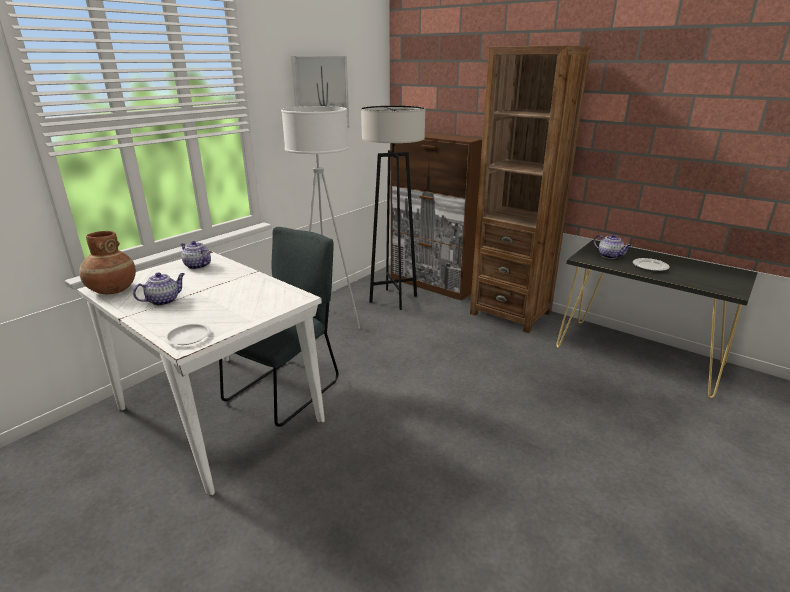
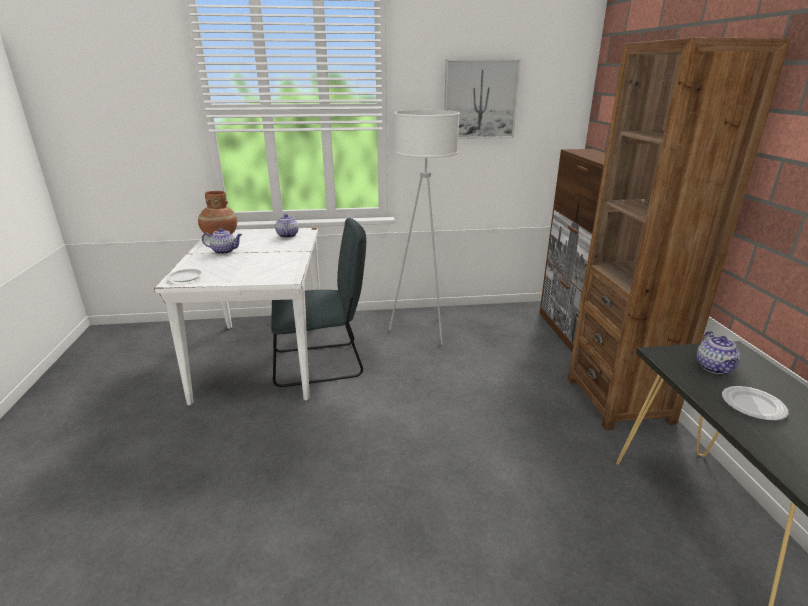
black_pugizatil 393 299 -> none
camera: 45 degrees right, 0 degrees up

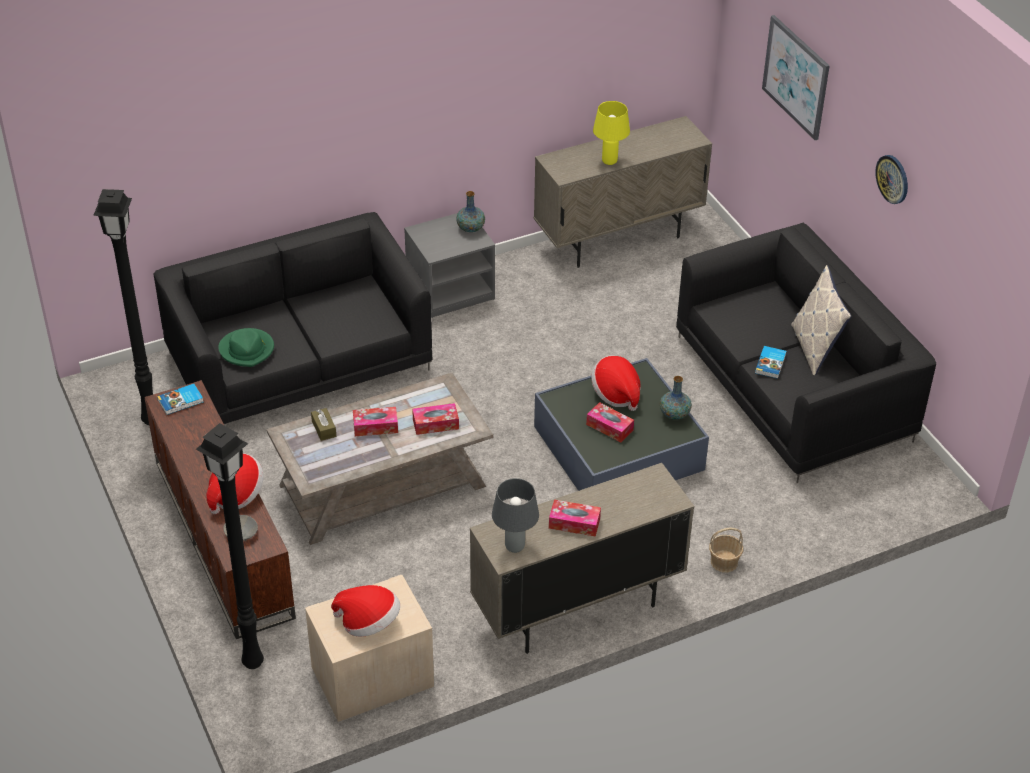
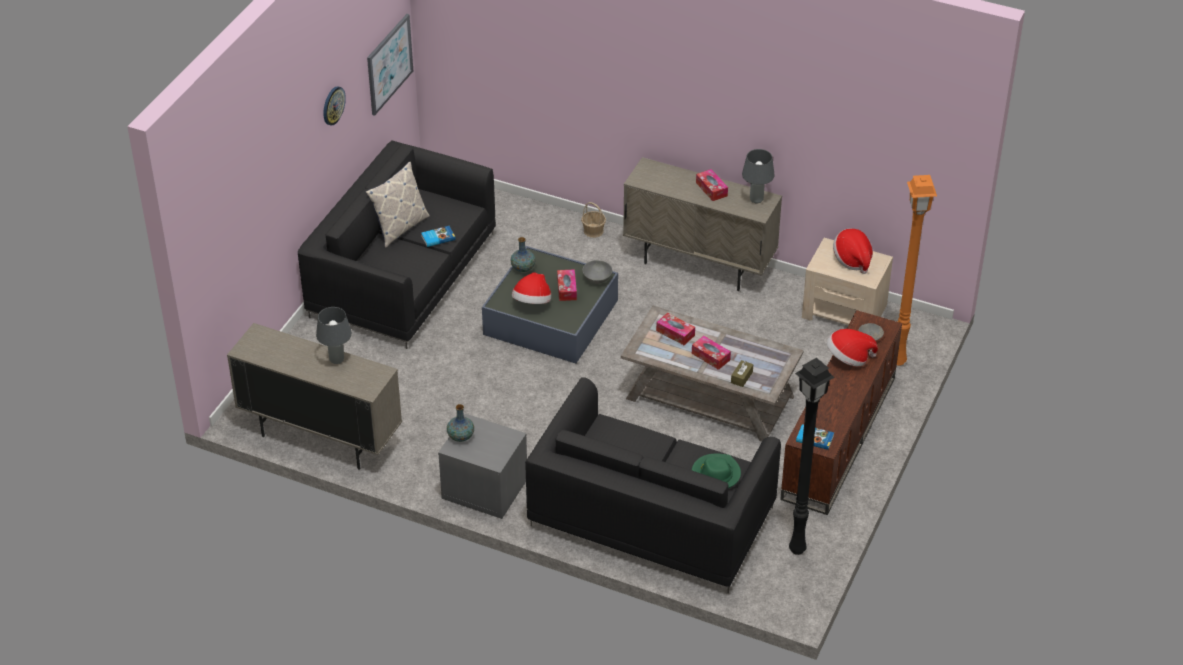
none -> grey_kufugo 597 279
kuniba 796 77 -> kuniba 389 64, move
black_pugizatil 251 662 -> orange_pugizatil 899 362
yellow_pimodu 610 161 -> grey_pimodu 336 360
camera: 130 degrees left, 0 degrees up

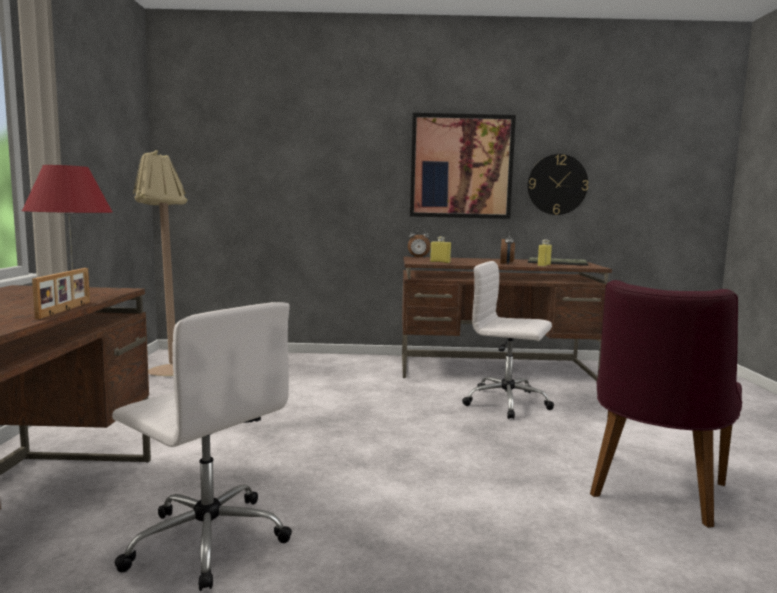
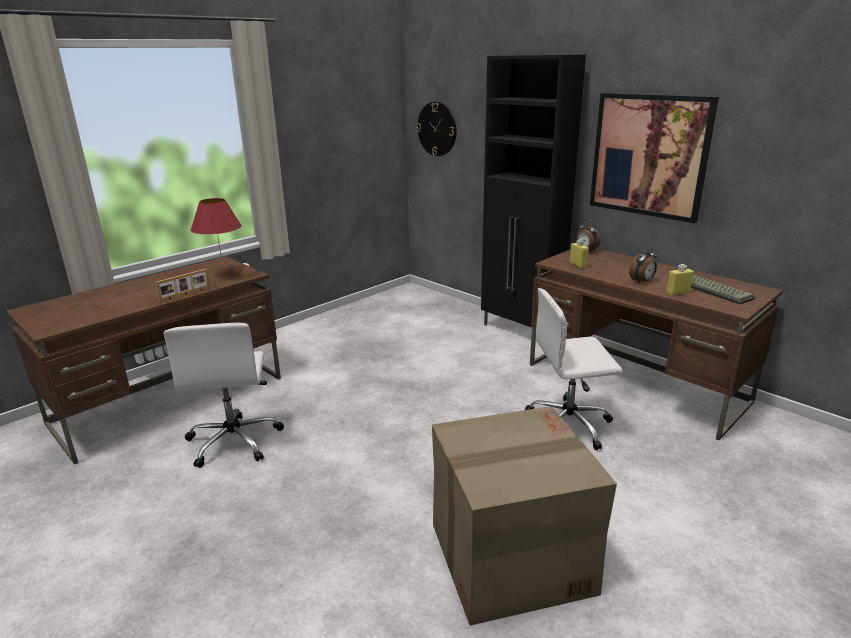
beige_pugizatil 169 368 -> none
none -> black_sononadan 520 331
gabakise 557 184 -> gabakise 437 129, move
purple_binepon 653 494 -> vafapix 509 557
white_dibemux 508 403 -> white_dibemux 570 424, 75 degrees counterclockwise
camera: 45 degrees right, 15 degrees up

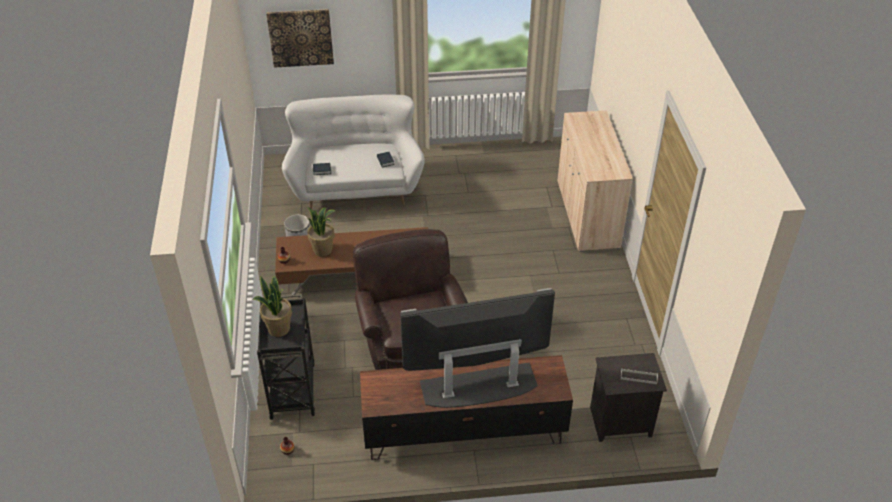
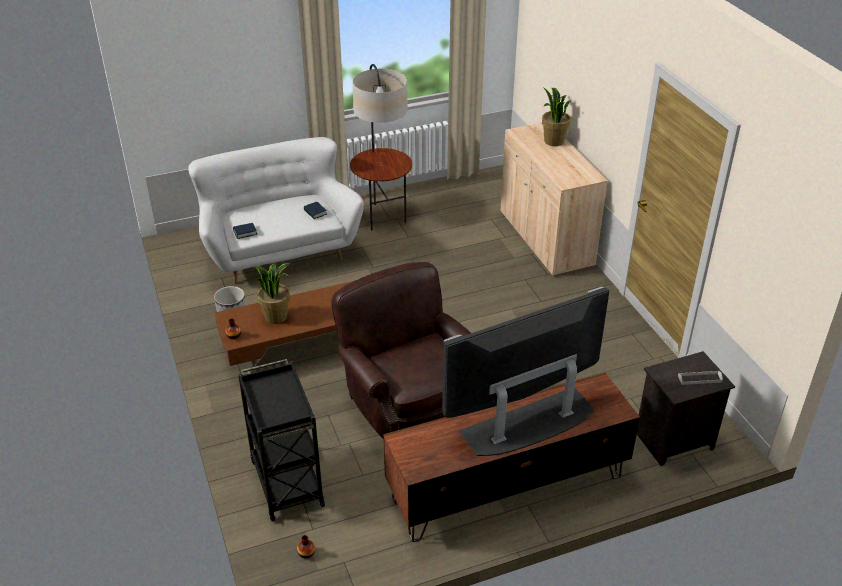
kuniba 300 37 -> none
none -> pugizatil 382 216
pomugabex 278 329 -> pomugabex 553 141, move
camera: 15 degrees left, 5 degrees down

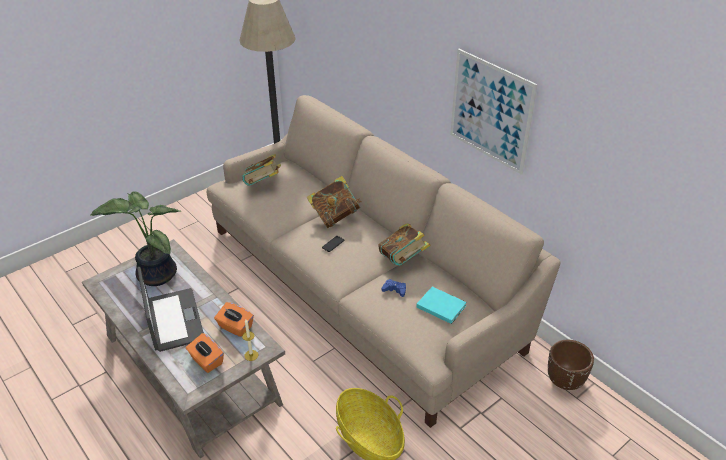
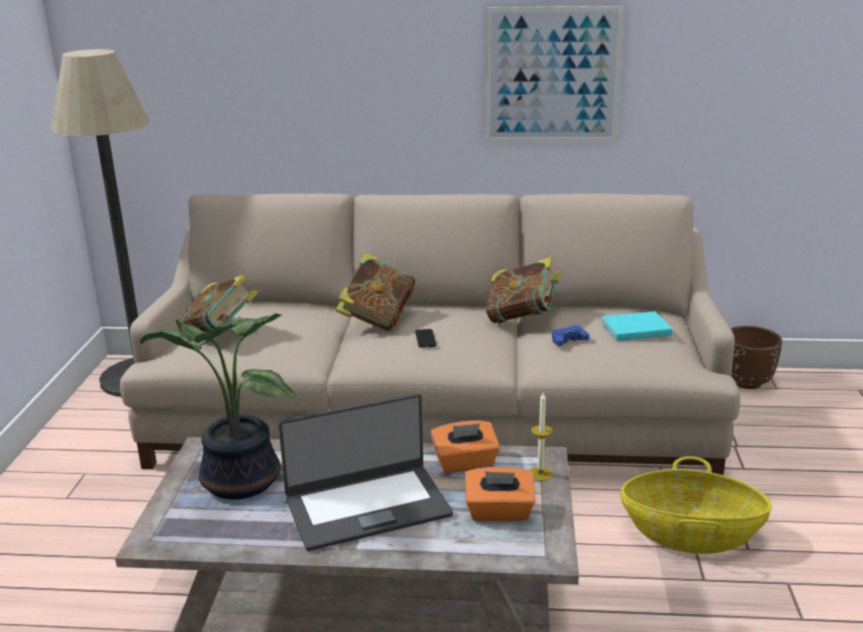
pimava 173 320 -> pimava 367 506, 135 degrees clockwise
camera: 45 degrees left, 15 degrees down

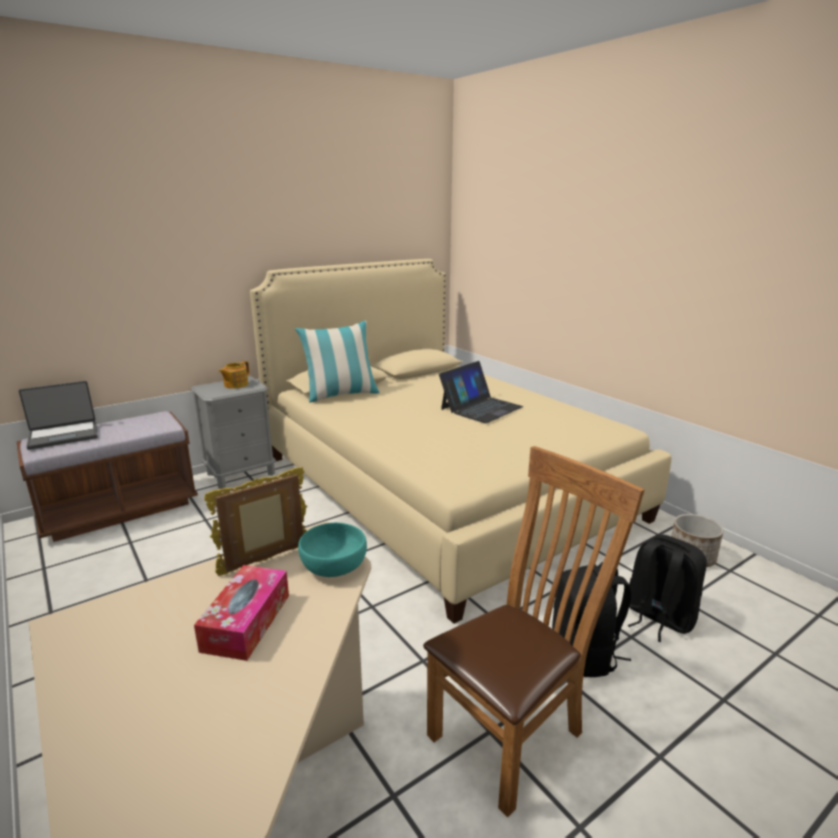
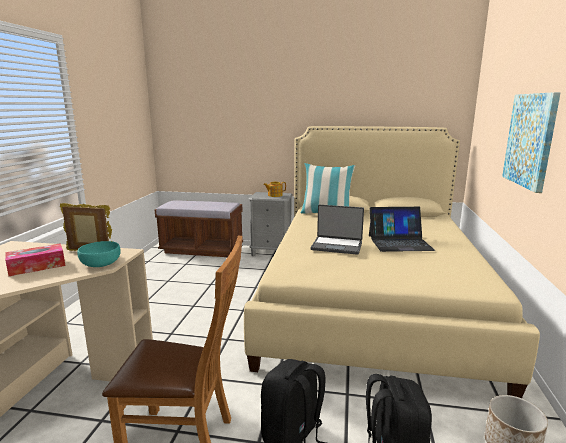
none -> kuniba 530 140
pimava 64 435 -> pimava 337 246, move
camera: 45 degrees right, 5 degrees down

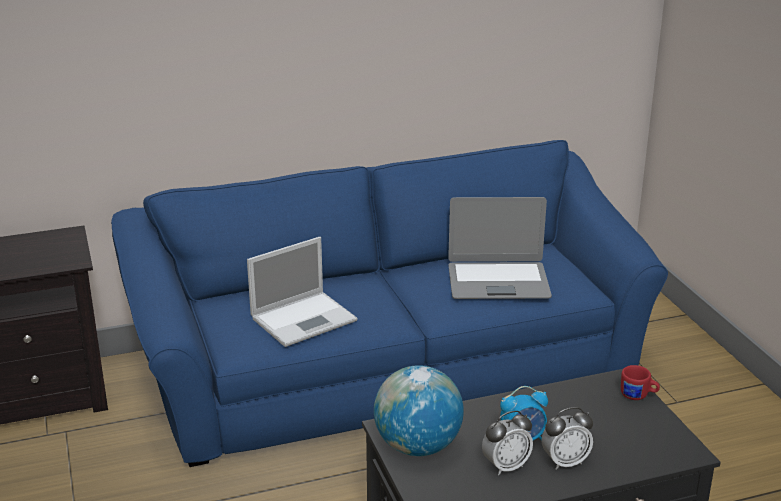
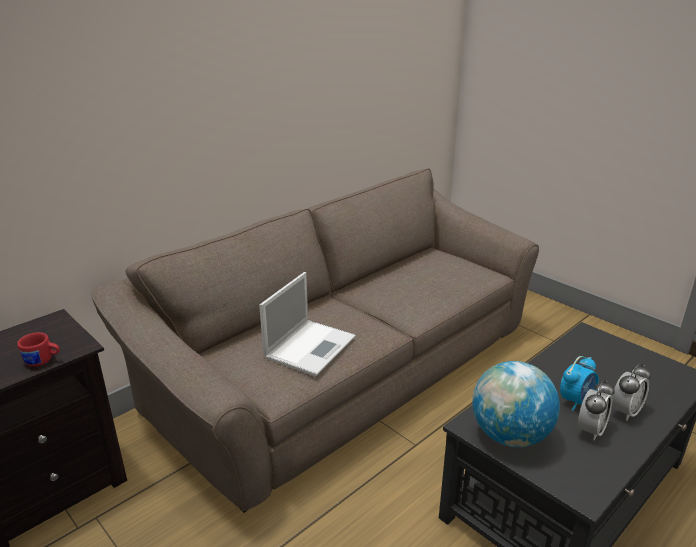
pimava 498 282 -> none
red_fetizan 638 396 -> red_fetizan 43 361, move
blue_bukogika 390 368 -> brown_bukogika 347 370
camera: 25 degrees left, 0 degrees up

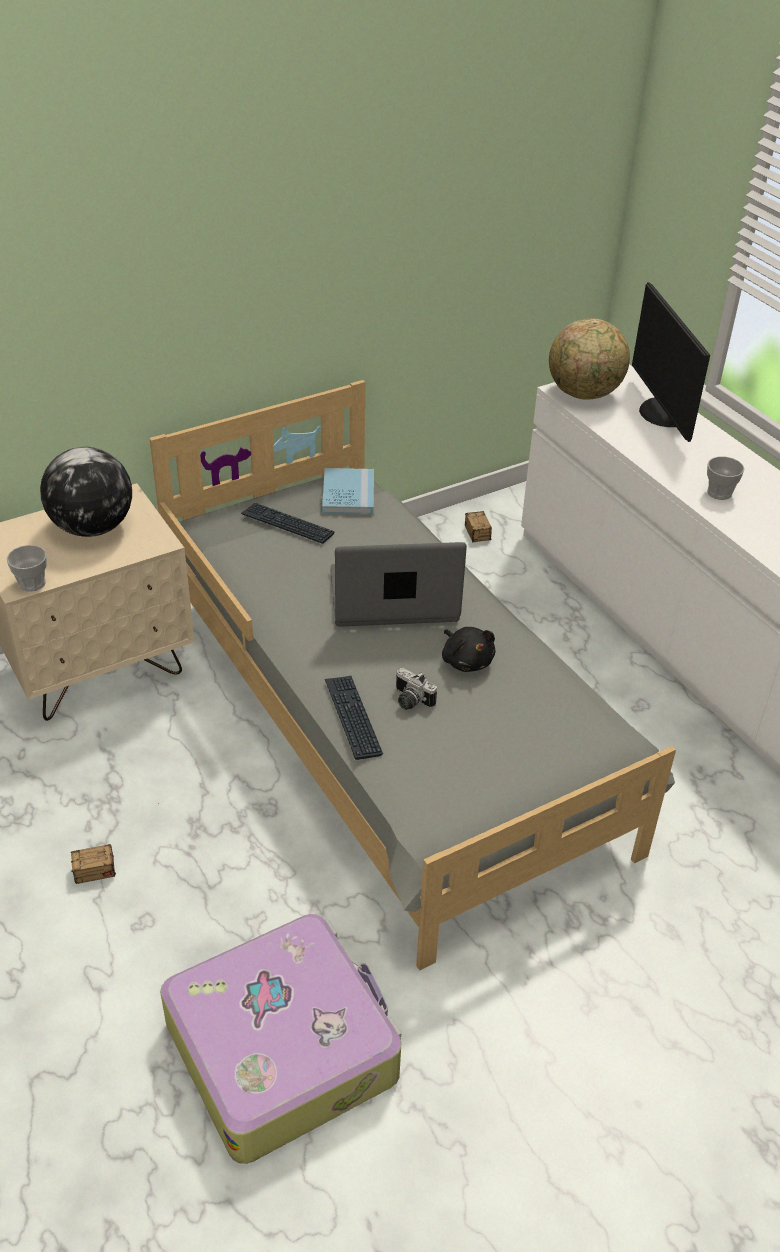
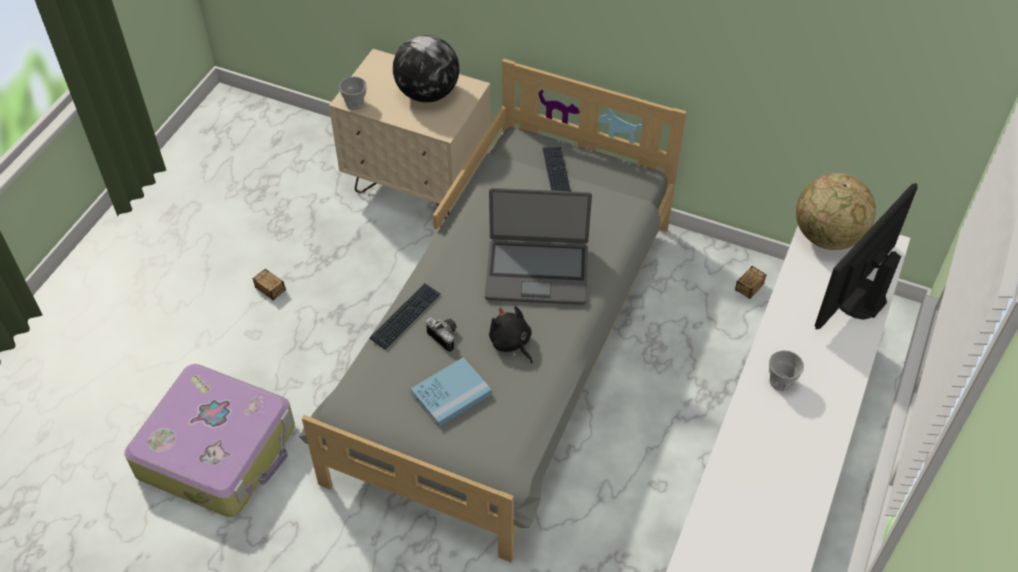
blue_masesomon 348 494 -> blue_masesomon 451 394, move
pimava 394 598 -> pimava 537 272, 135 degrees clockwise
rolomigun 410 701 -> rolomigun 445 336, 135 degrees clockwise
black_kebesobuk 466 660 -> black_kebesobuk 511 343, 120 degrees clockwise
camera: 55 degrees right, 10 degrees up

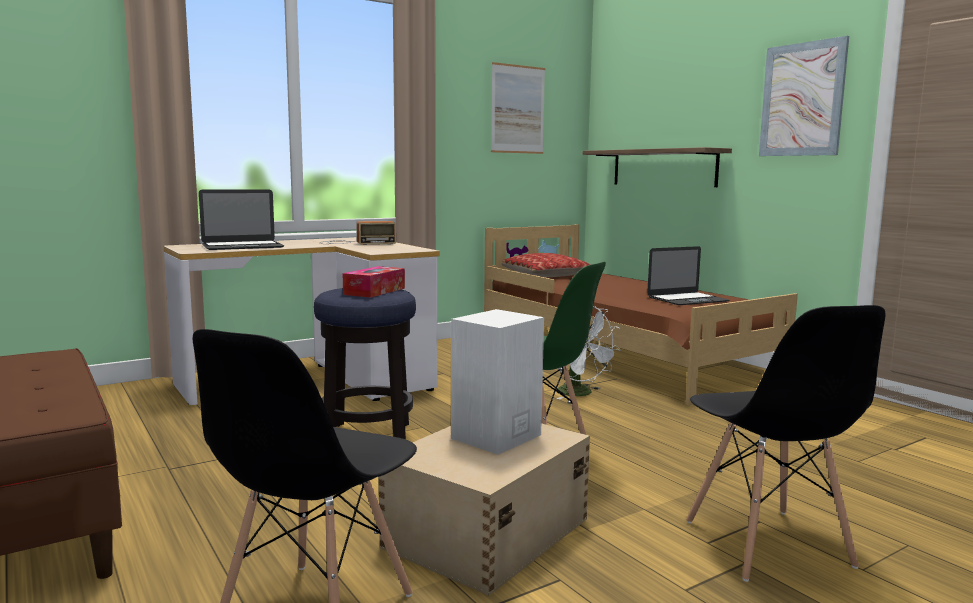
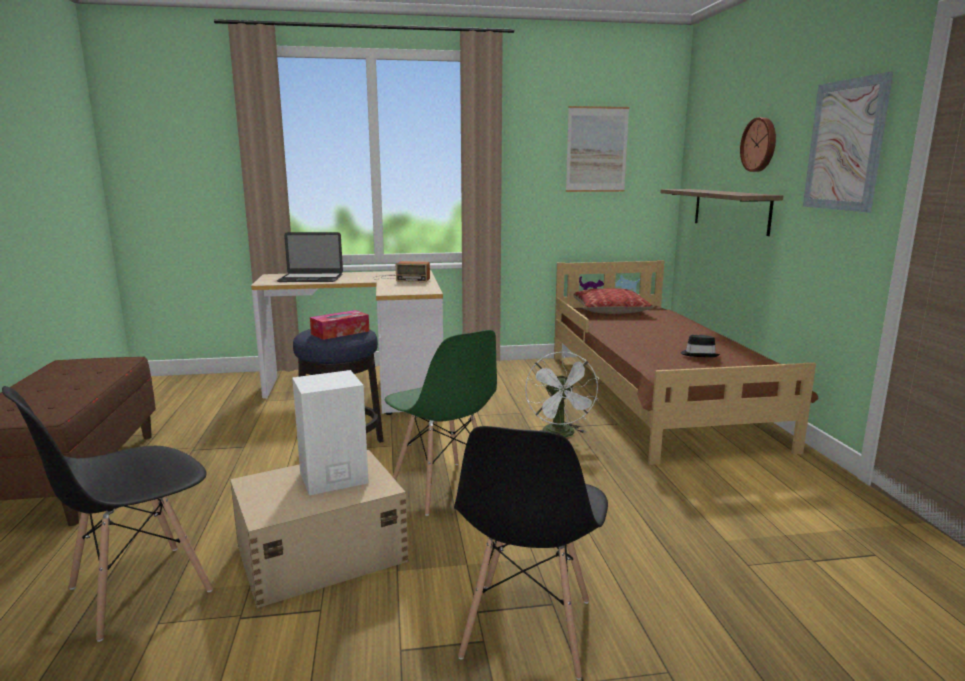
none -> gabakise 760 144
pimava 687 299 -> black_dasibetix 699 355
camera: 25 degrees right, 5 degrees up

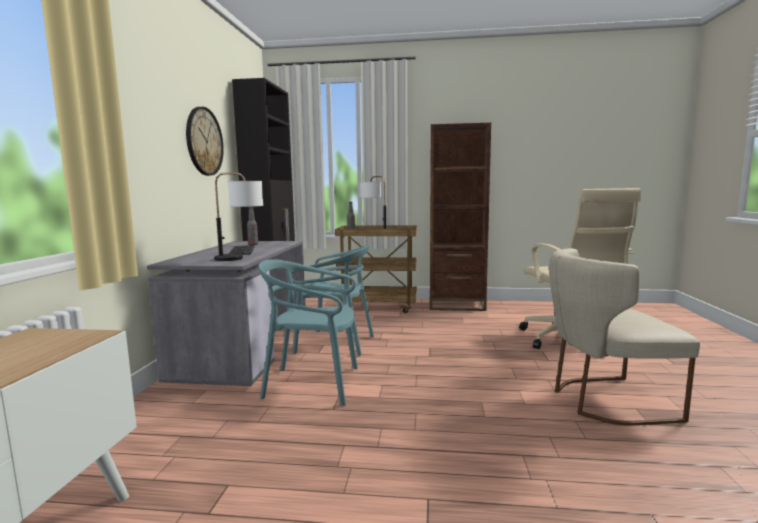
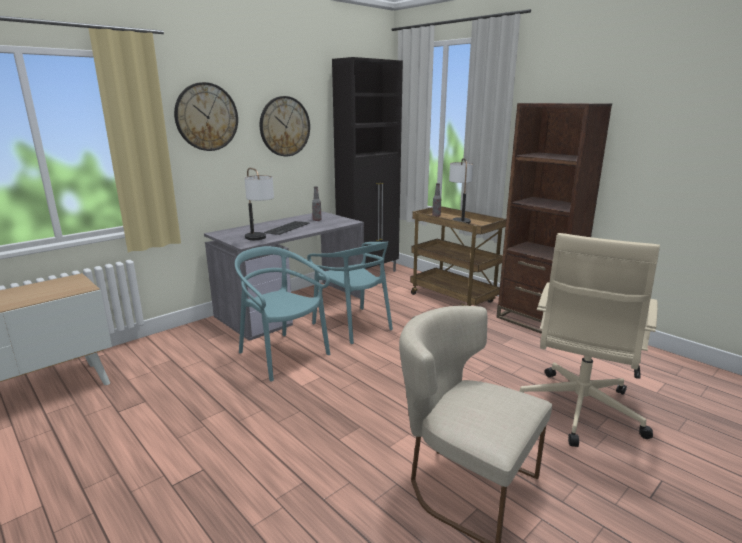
none -> gabakise 206 117
camera: 40 degrees right, 10 degrees up

